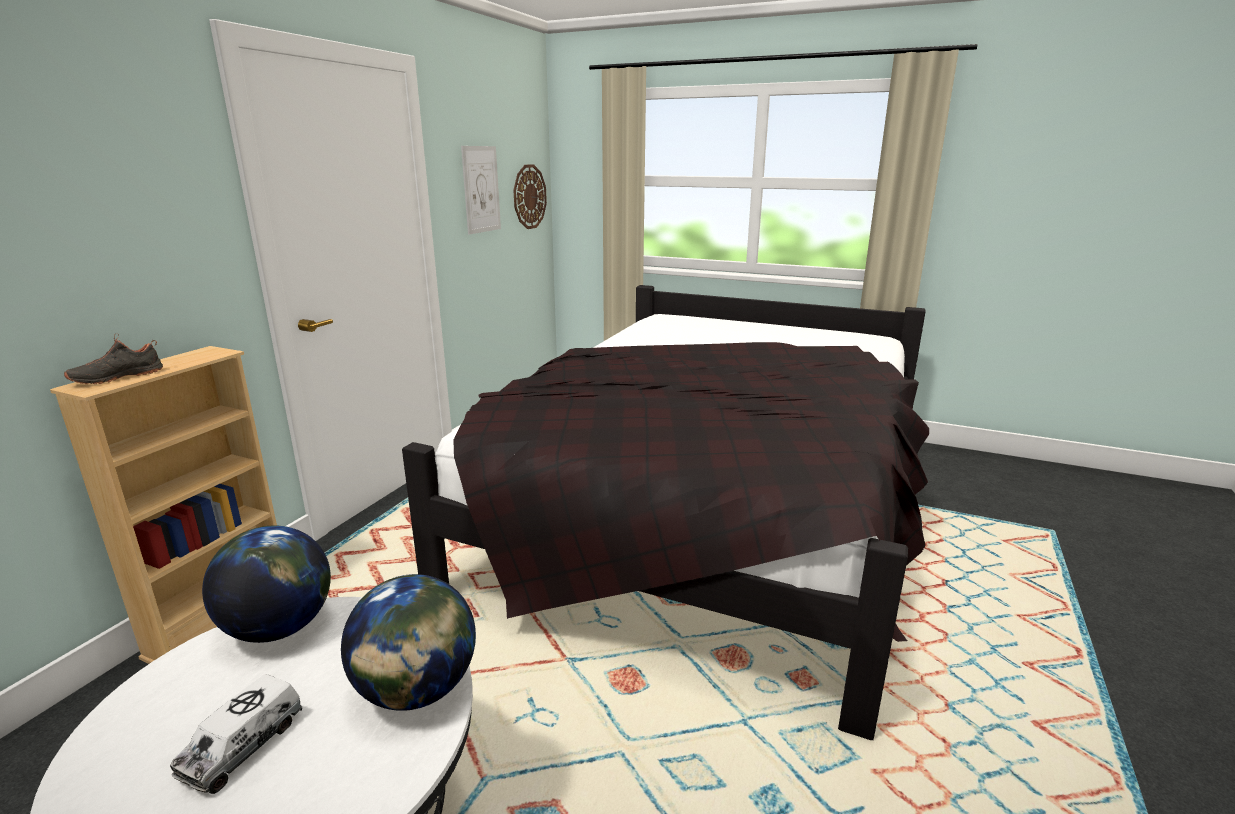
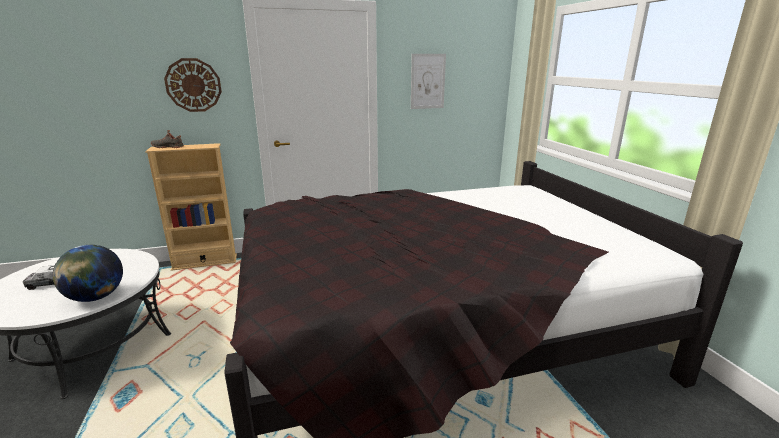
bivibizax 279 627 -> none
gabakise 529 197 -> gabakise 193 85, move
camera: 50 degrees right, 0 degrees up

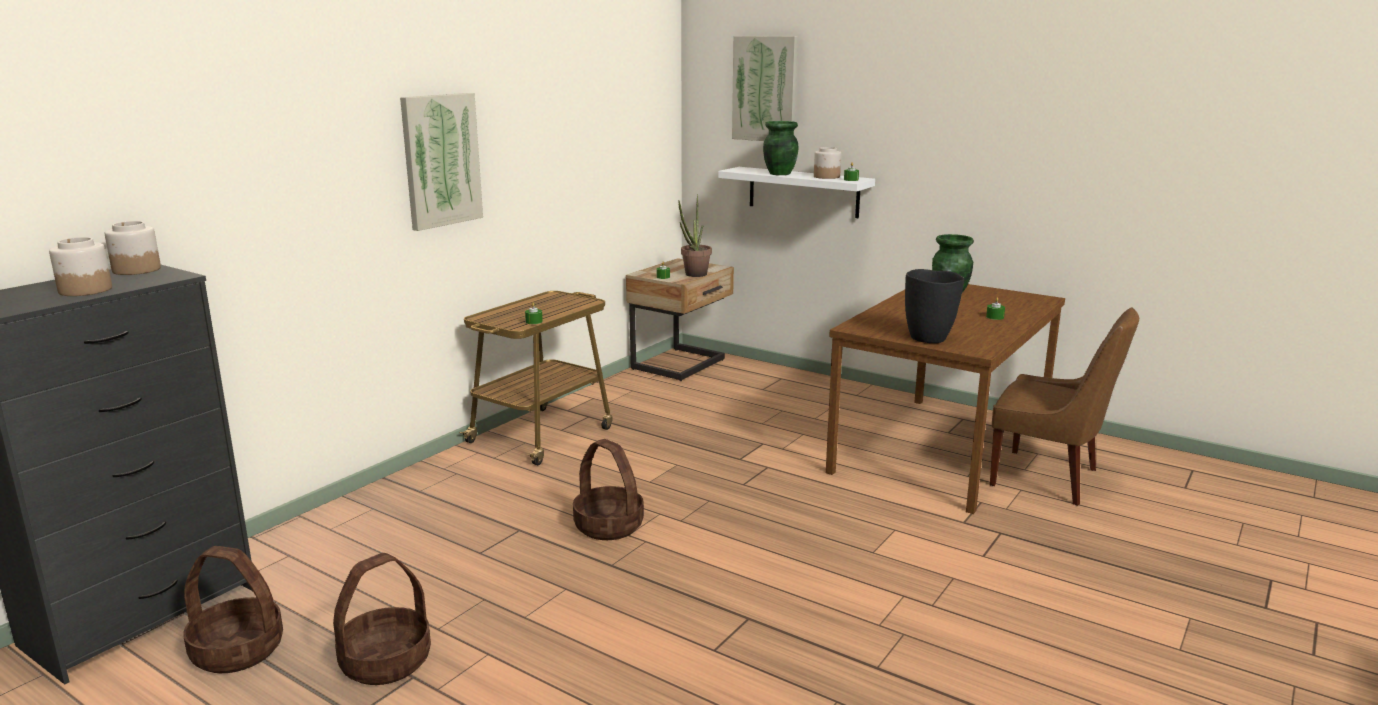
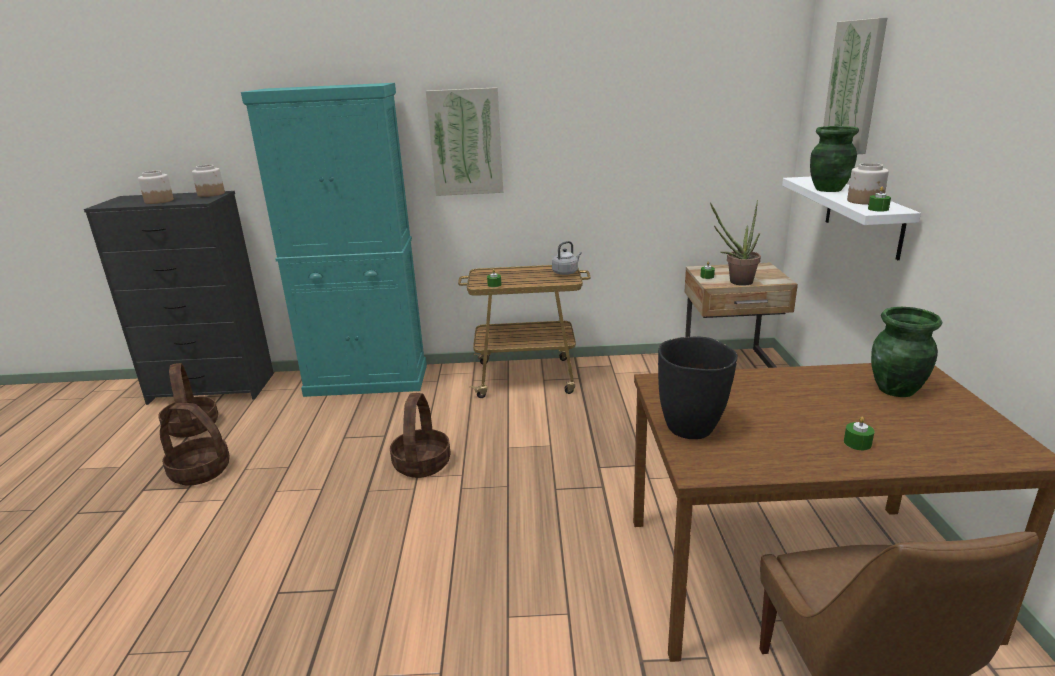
none -> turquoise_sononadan 367 380
none -> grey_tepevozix 566 272
camera: 55 degrees right, 5 degrees up

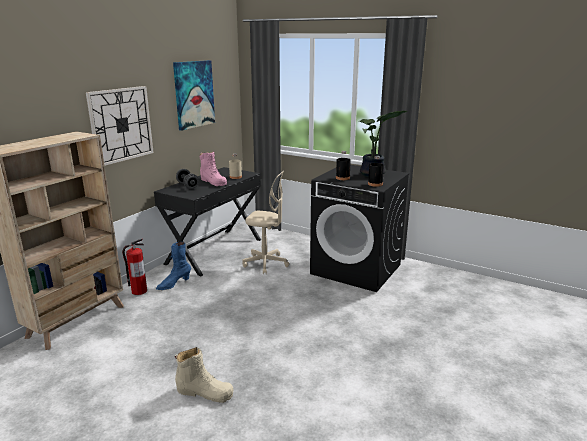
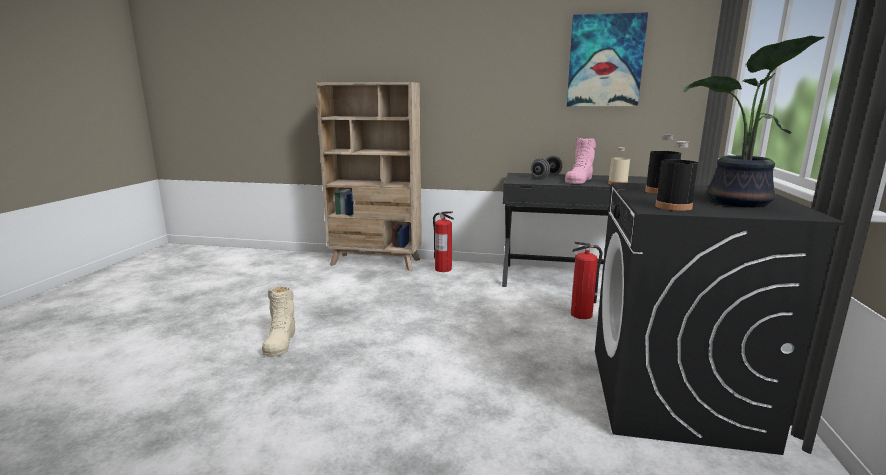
gabakise 121 125 -> none
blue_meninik 174 284 -> none
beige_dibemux 266 263 -> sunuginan 582 314
camera: 70 degrees right, 5 degrees down

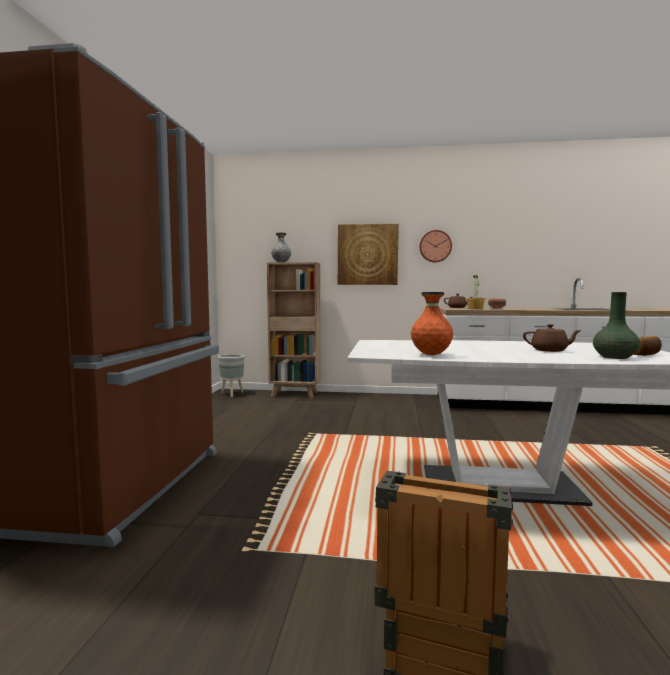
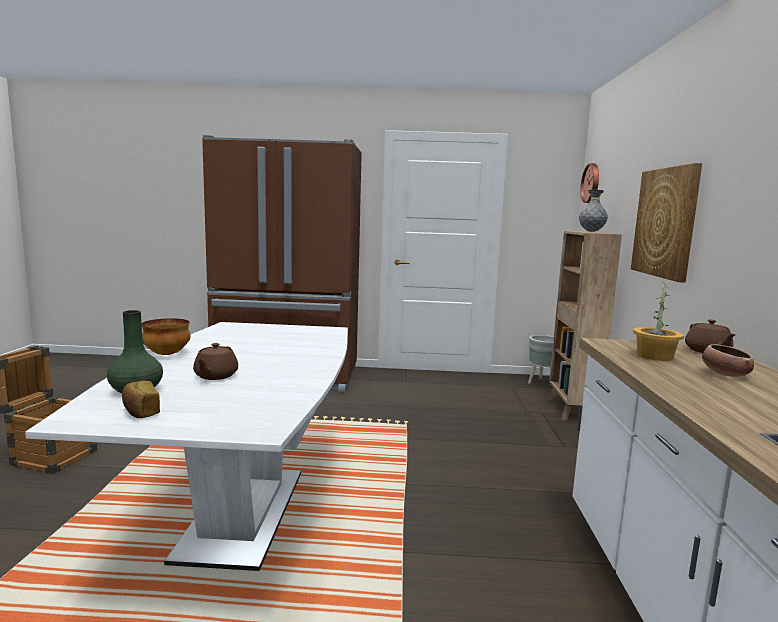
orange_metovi 431 355 -> none
none -> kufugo 167 354
gabakise 435 246 -> gabakise 591 183, move
camera: 85 degrees right, 5 degrees up

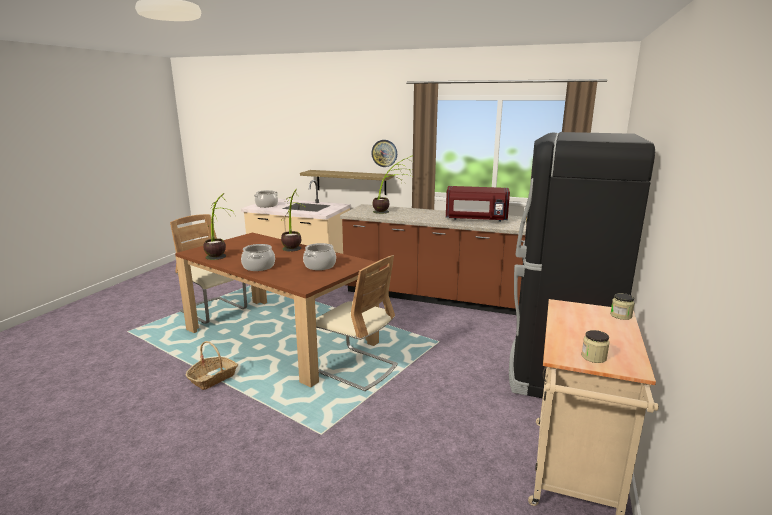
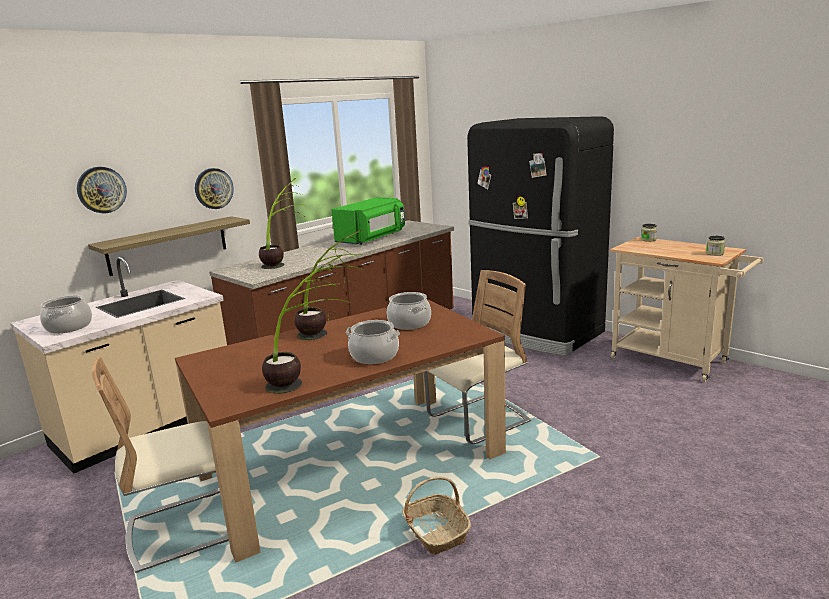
none -> gabakise 101 190
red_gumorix 476 219 -> green_gumorix 372 238
camera: 65 degrees left, 0 degrees up

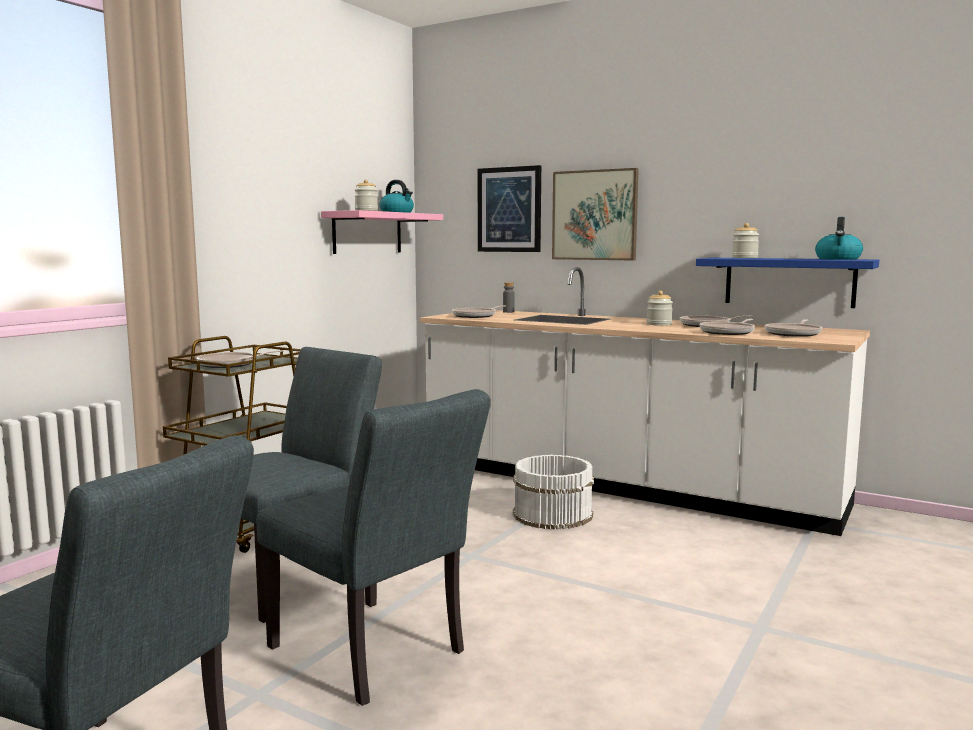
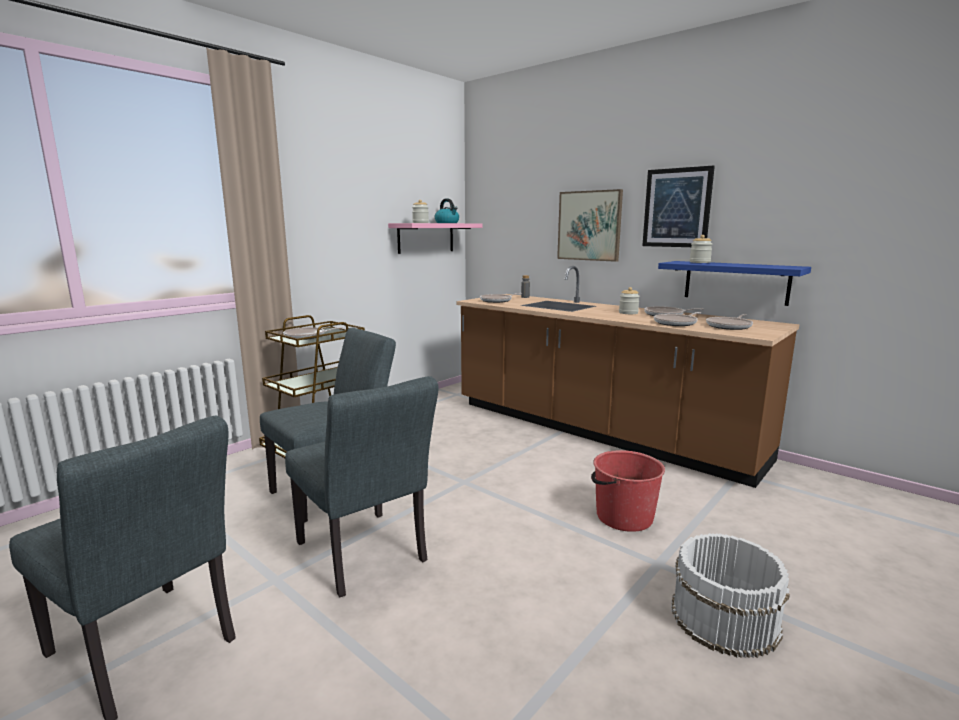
tepevozix 838 259 -> none
none -> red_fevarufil 623 517
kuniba 509 209 -> kuniba 677 208, move
white_fevarufil 552 514 -> white_fevarufil 723 617, move
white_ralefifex 623 485 -> brown_ralefifex 598 430
camera: 10 degrees right, 5 degrees up

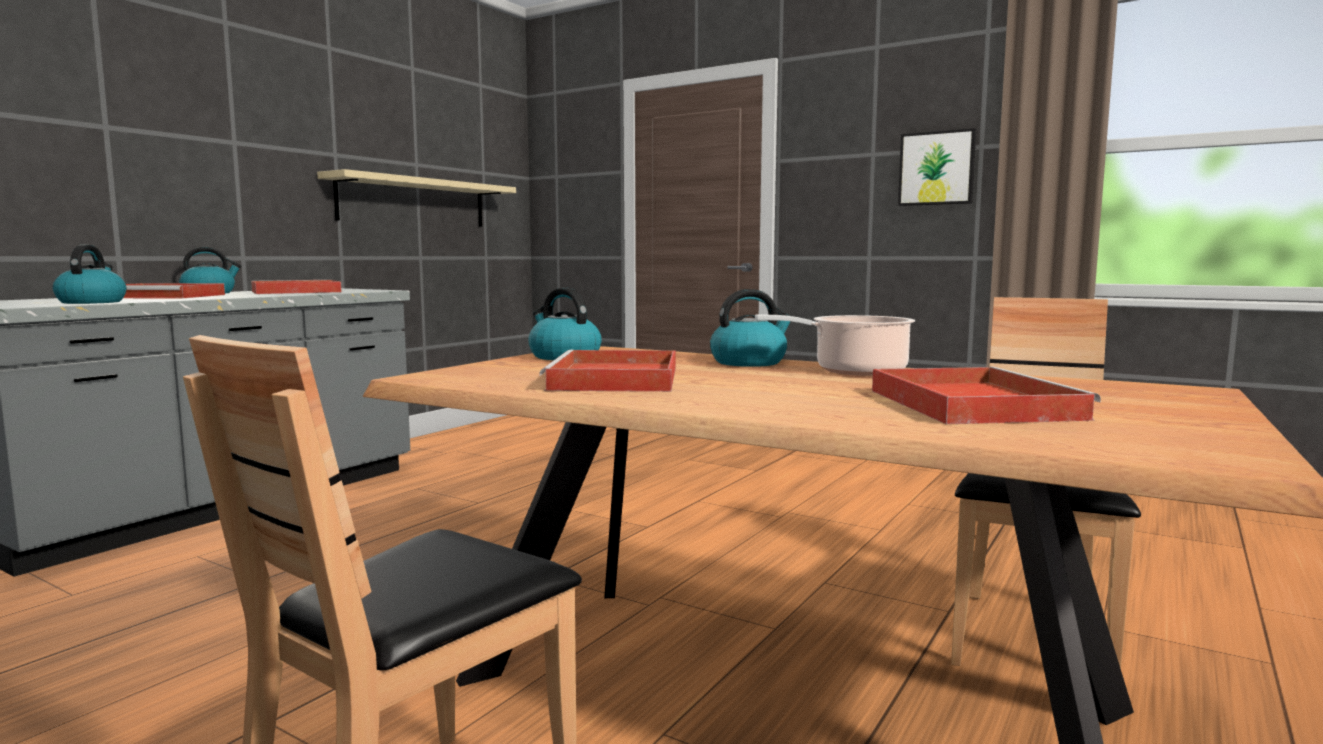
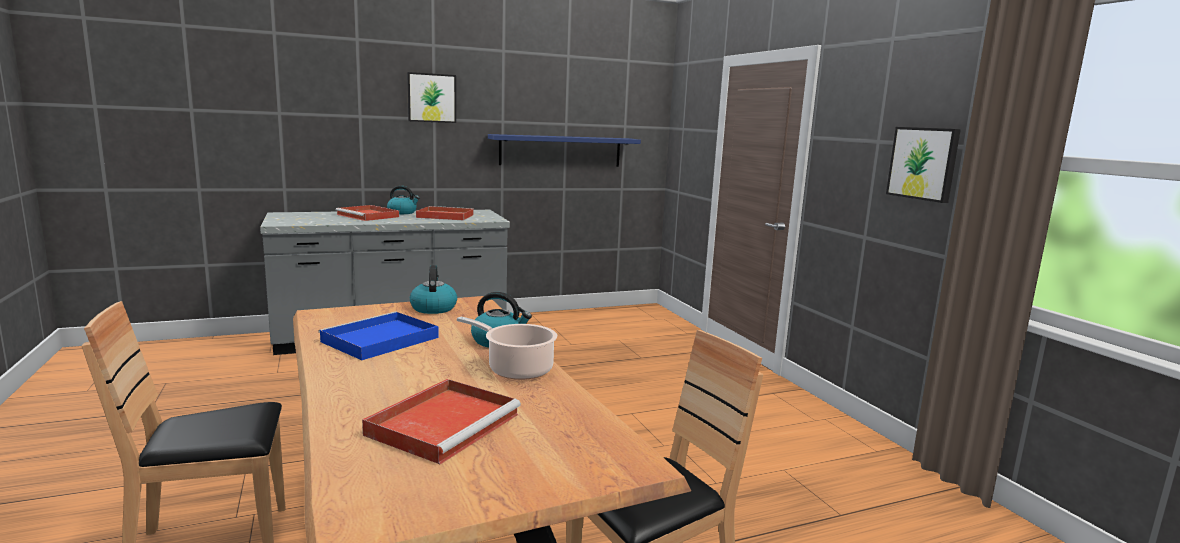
tepevozix 92 302 -> none
none -> kuniba 431 98
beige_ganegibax 414 202 -> blue_ganegibax 561 151
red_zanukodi 616 379 -> blue_zanukodi 378 340
camera: 35 degrees right, 5 degrees up

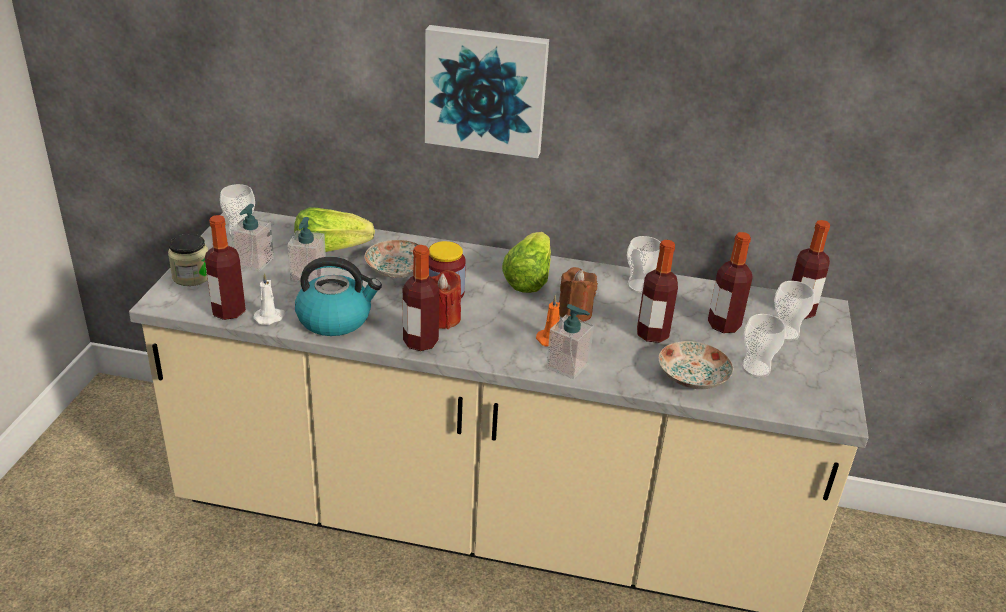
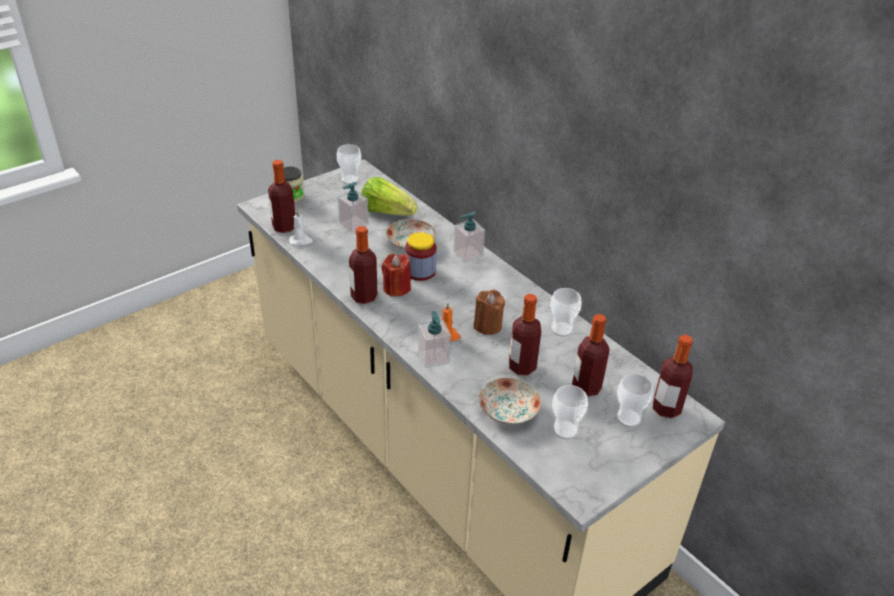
tepevozix 335 319 -> none
kuniba 486 90 -> none
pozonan 528 279 -> none
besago 254 262 -> besago 468 254, move
camera: 40 degrees right, 5 degrees up

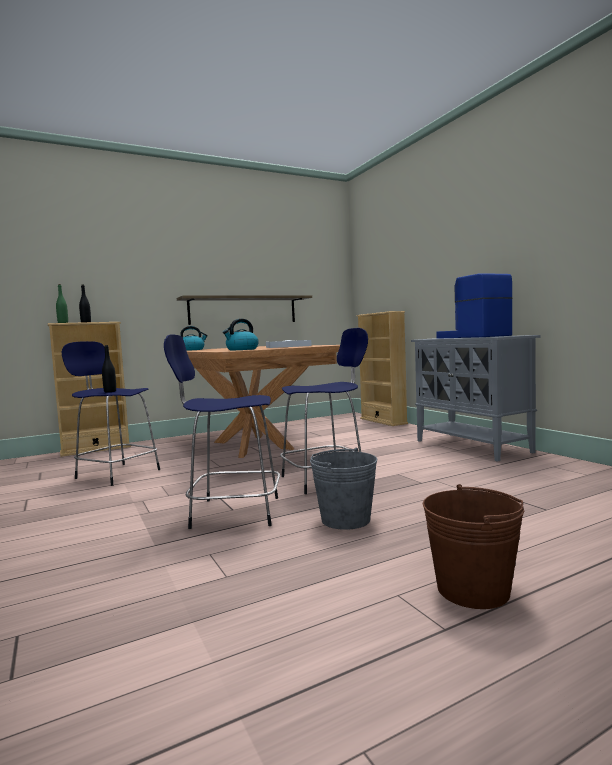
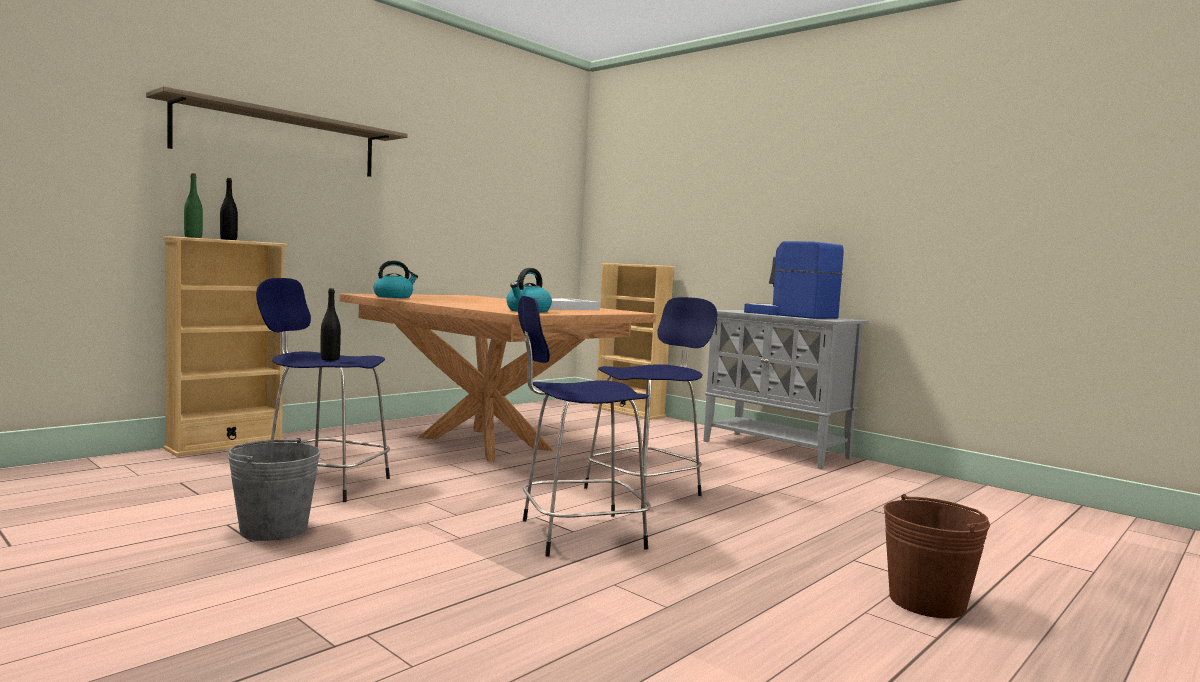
ganegibax 243 310 -> ganegibax 279 140, move
grey_fevarufil 345 519 -> grey_fevarufil 274 529, move
camera: 20 degrees left, 0 degrees up

